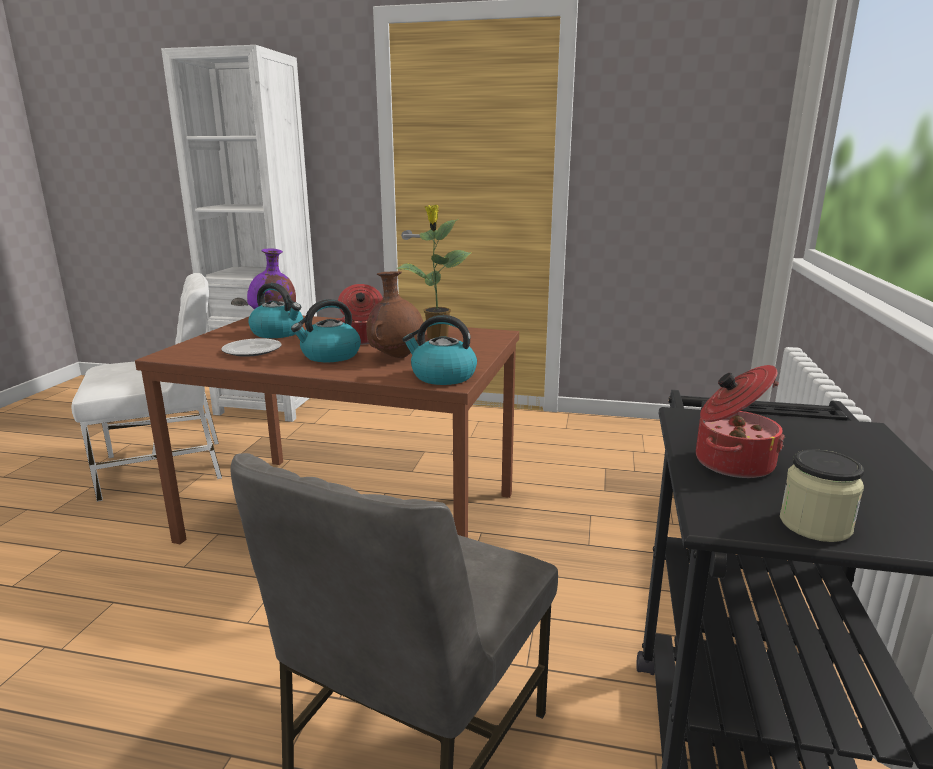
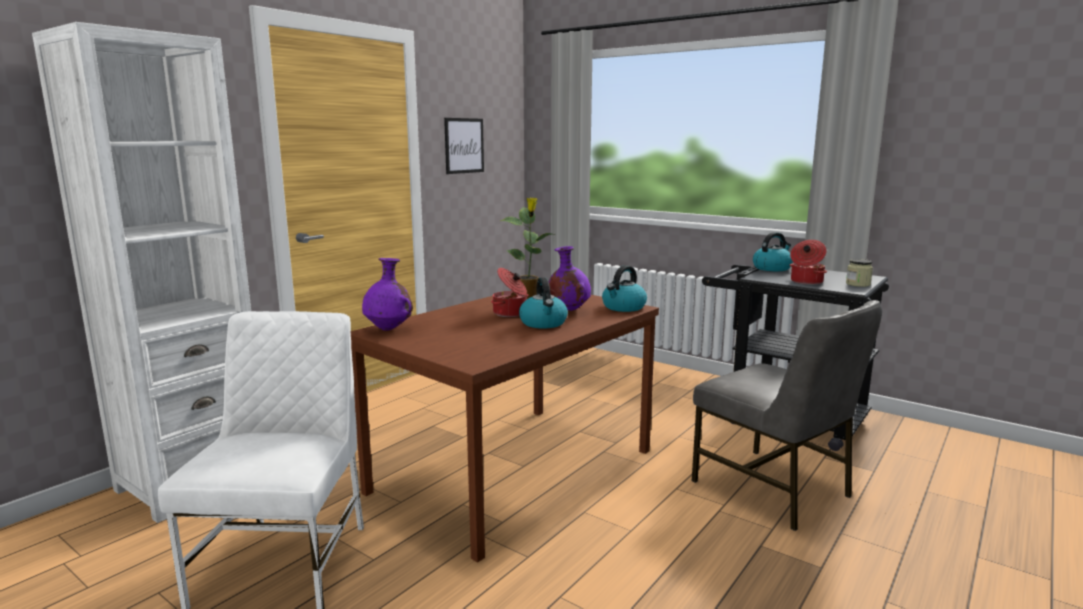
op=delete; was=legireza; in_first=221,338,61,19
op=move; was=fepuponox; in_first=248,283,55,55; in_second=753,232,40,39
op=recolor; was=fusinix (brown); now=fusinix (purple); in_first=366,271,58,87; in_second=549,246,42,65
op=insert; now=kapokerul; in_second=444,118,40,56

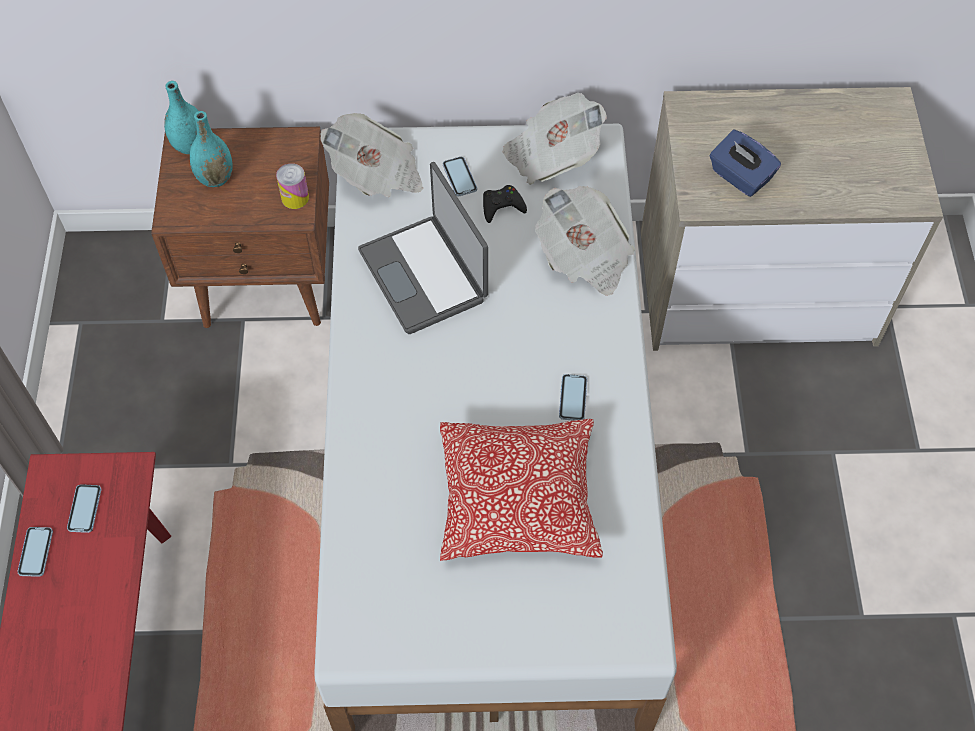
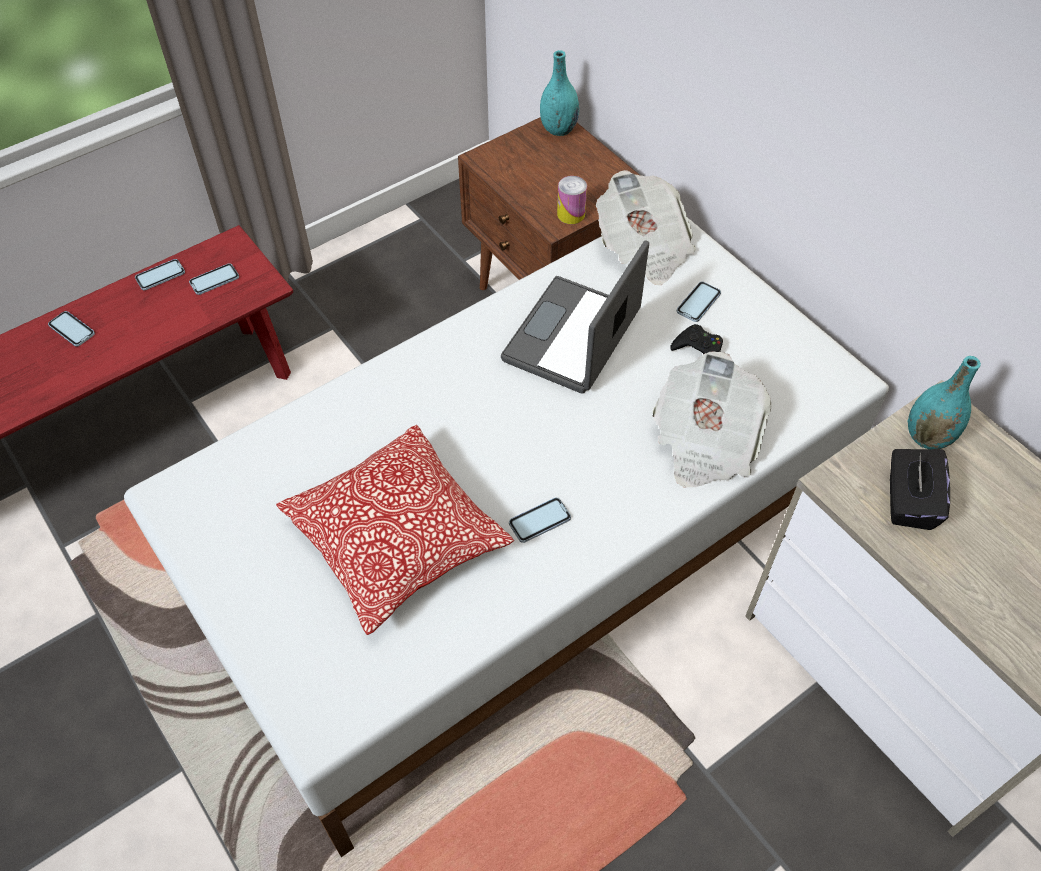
op=move; was=fusinix (turquoise); in_first=190,111,43,76; in_second=907,356,74,93
op=delete; was=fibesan; in_first=503,93,104,92
op=recolor; was=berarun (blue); now=berarun (black); in_first=710,130,71,67; in_second=890,449,60,81
op=insert; now=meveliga; in_second=48,311,47,36

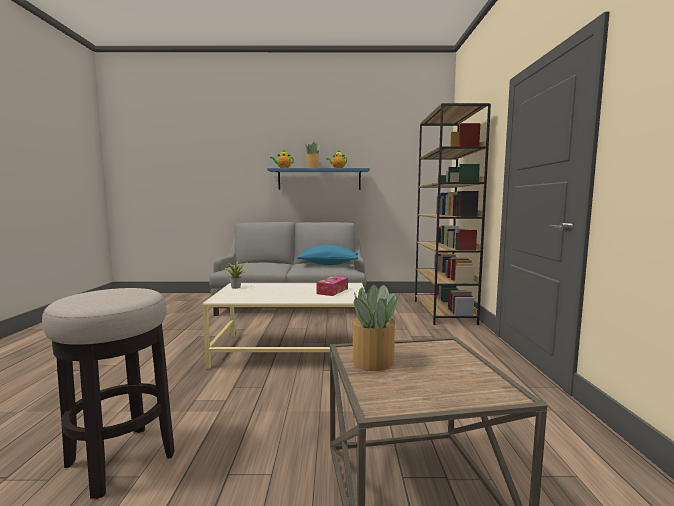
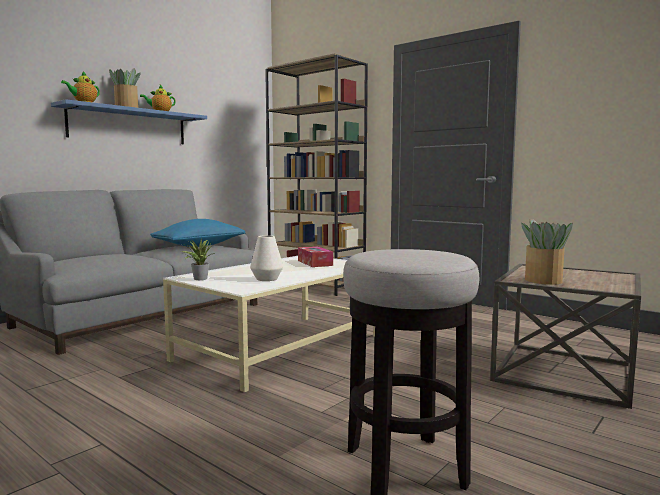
op=insert; now=fusinix (white); in_second=250,235,33,46

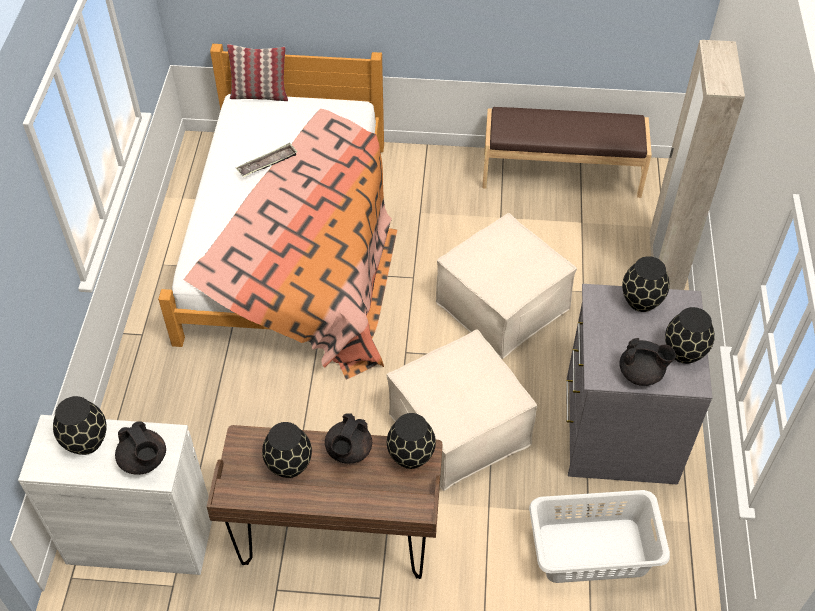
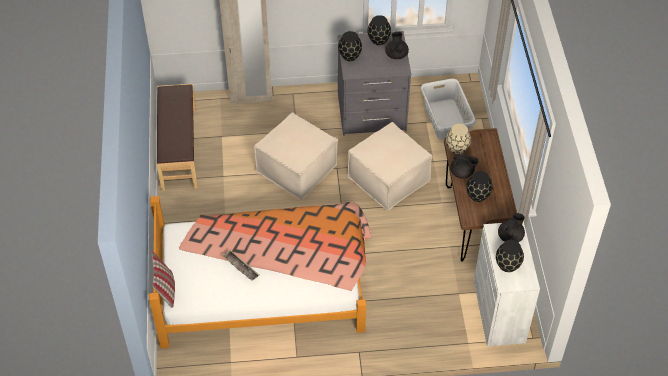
op=recolor; was=fusinix (black); now=fusinix (beige); in_first=387,413,49,56; in_second=446,124,25,30

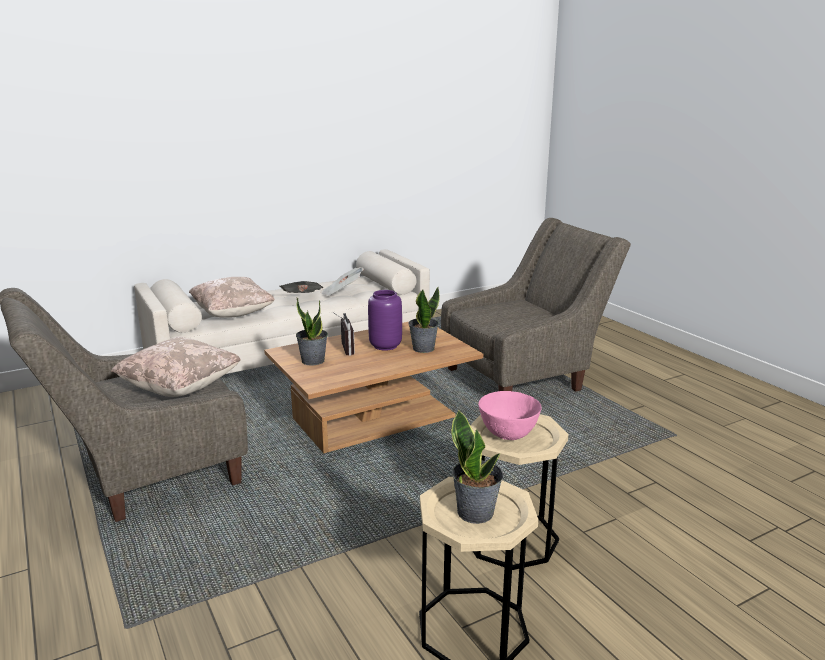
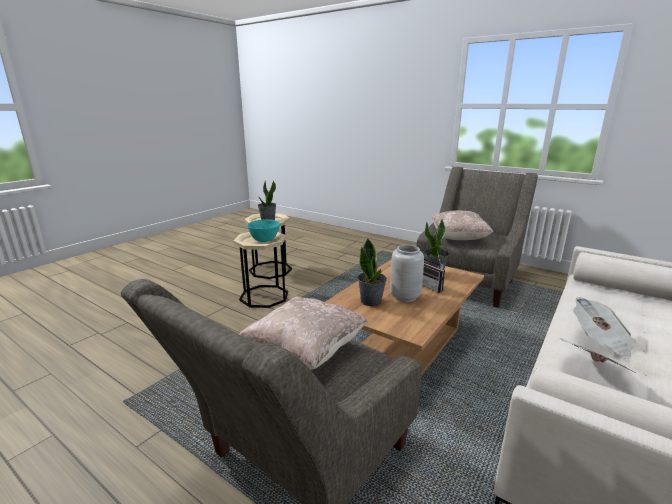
op=move; was=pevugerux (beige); in_first=189,277,86,41; in_second=239,297,130,73
op=recolor; was=fusinix (purple); now=fusinix (grey); in_first=368,290,34,61; in_second=390,245,34,57
op=recolor; was=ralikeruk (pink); now=ralikeruk (turquoise); in_first=478,391,63,49; in_second=247,219,33,23

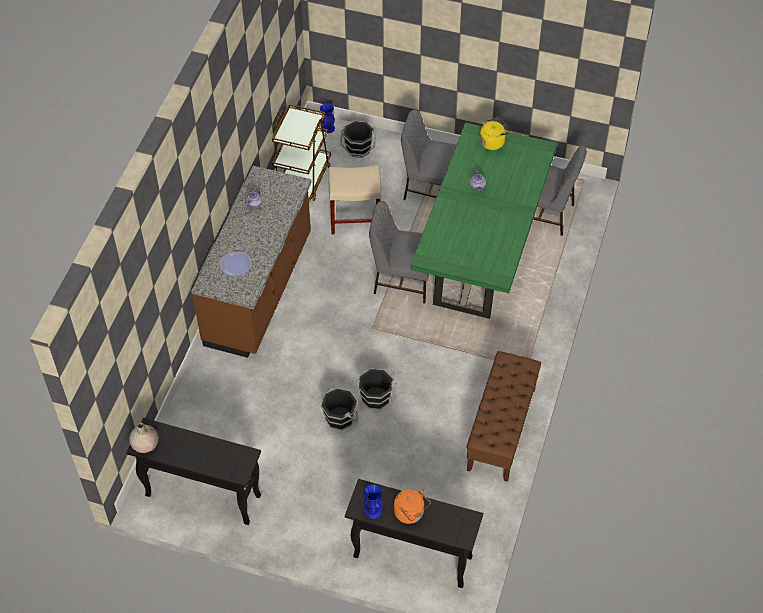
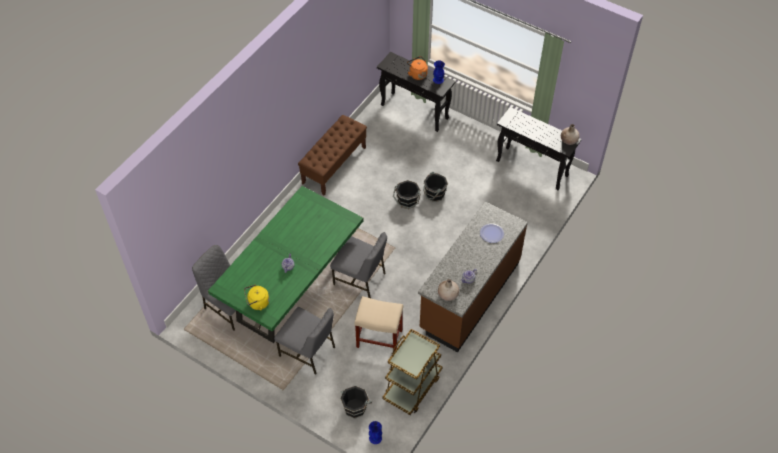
op=insert; now=fusinix (beige); in_second=438,279,21,22

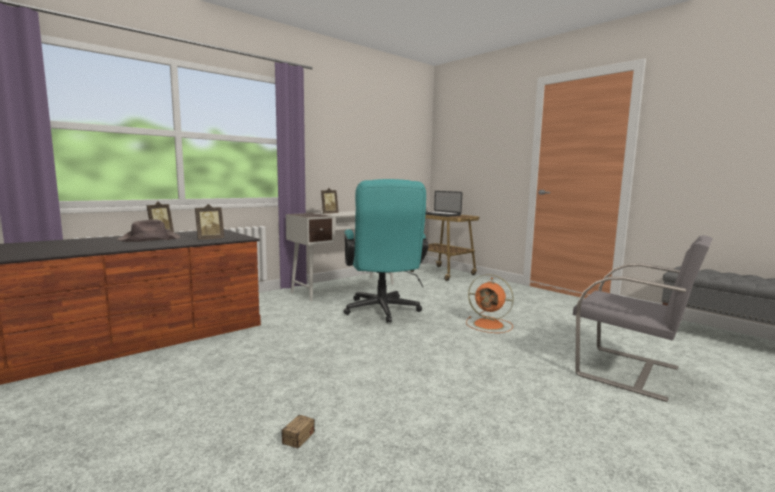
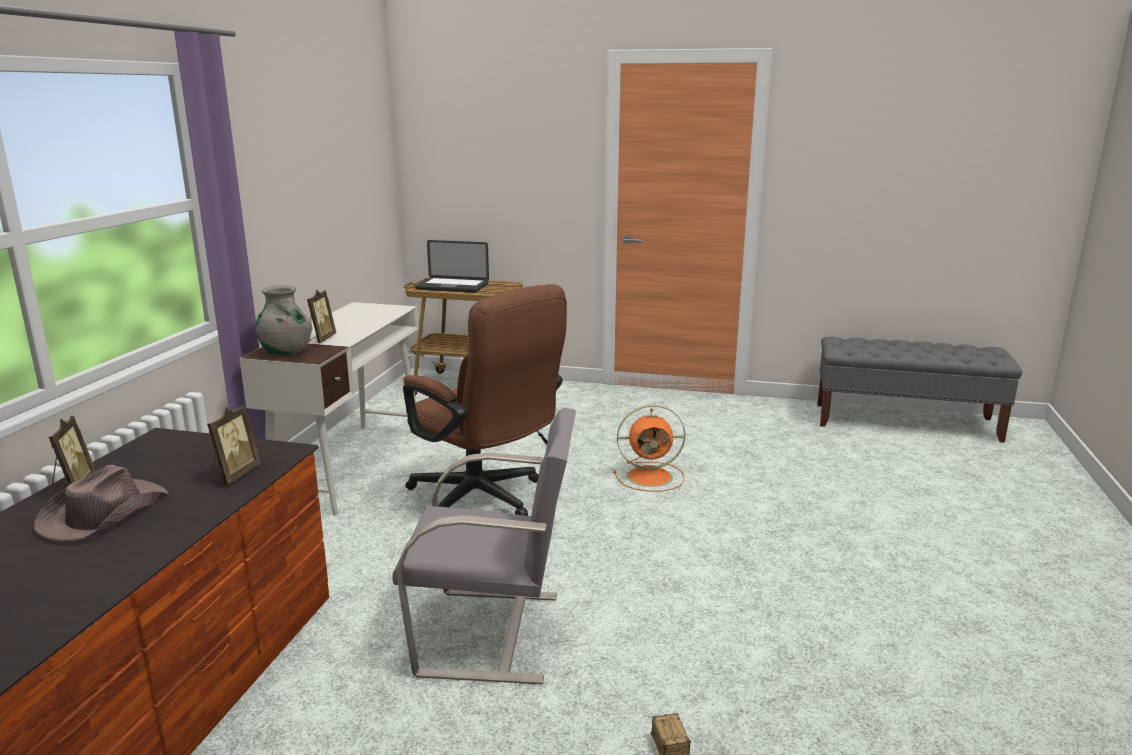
op=recolor; was=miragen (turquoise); now=miragen (brown); in_first=344,179,85,144; in_second=403,284,164,232
op=move; was=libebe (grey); in_first=573,235,140,167; in_second=393,408,183,276
op=insert; now=fusinix (grey); in_second=256,285,57,71

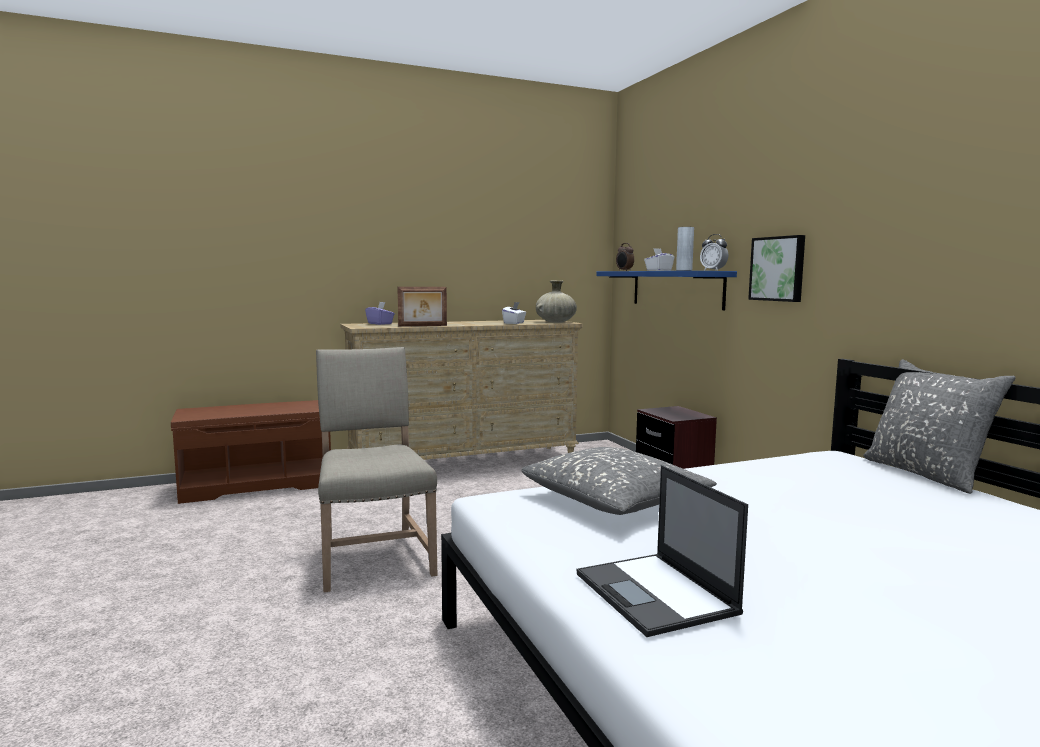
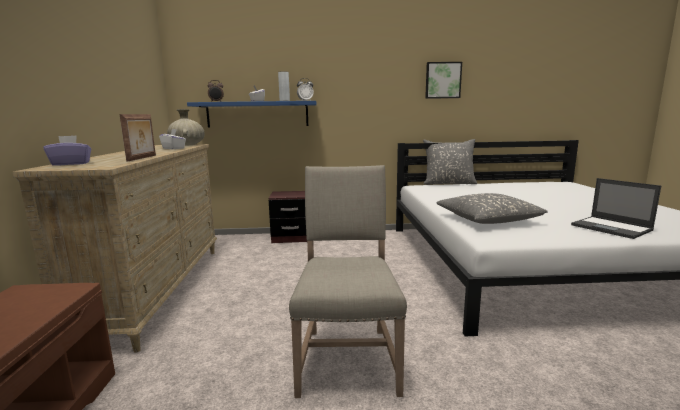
op=rotate; was=libebe (beige); in_first=316,347,121,245; in_second=289,165,118,233; clockwise=90
op=rotate; was=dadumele; in_first=577,465,171,172; in_second=571,178,90,61; clockwise=60
op=move; was=kapokerul; in_first=748,235,57,67; in_second=425,62,37,37

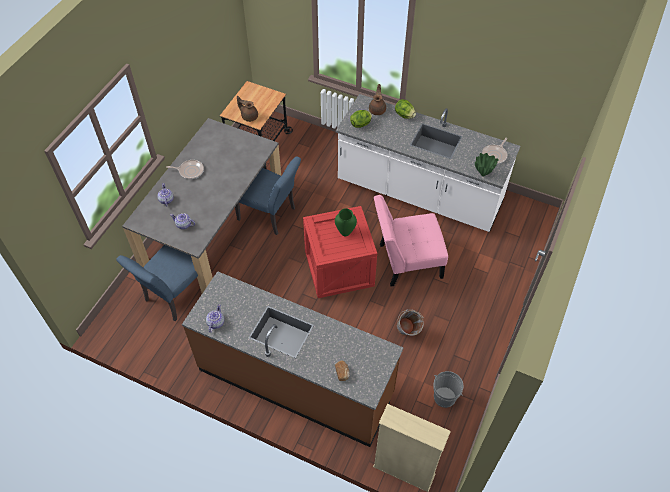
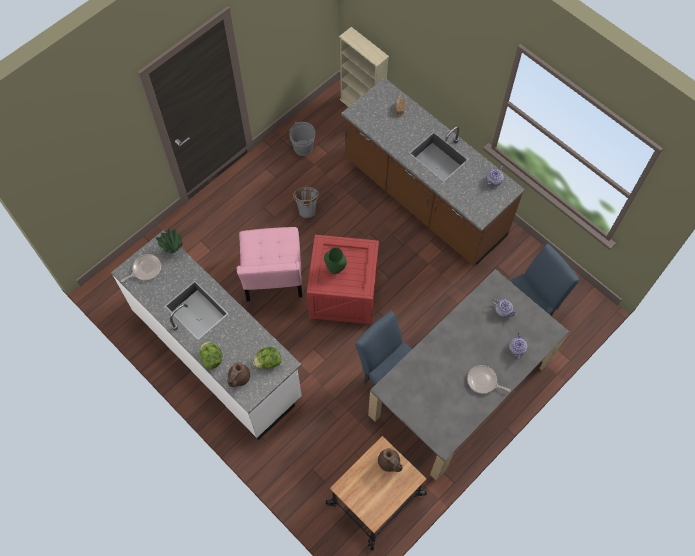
op=rotate; was=libebe (pink); in_first=374,195,74,91; in_second=237,227,65,74; clockwise=75

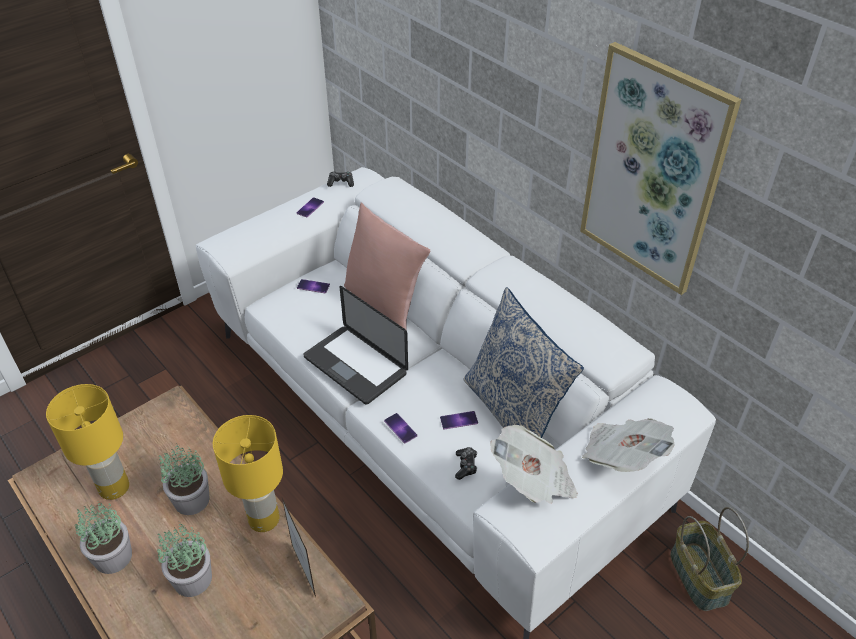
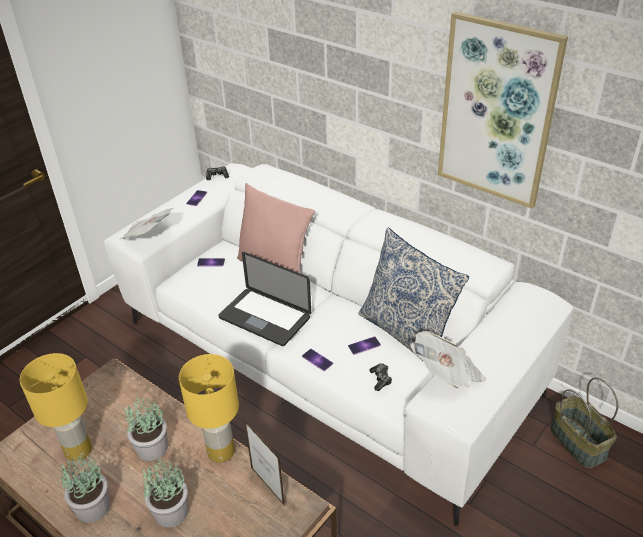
op=move; was=fibesan; in_first=582,419,92,53; in_second=119,208,54,32

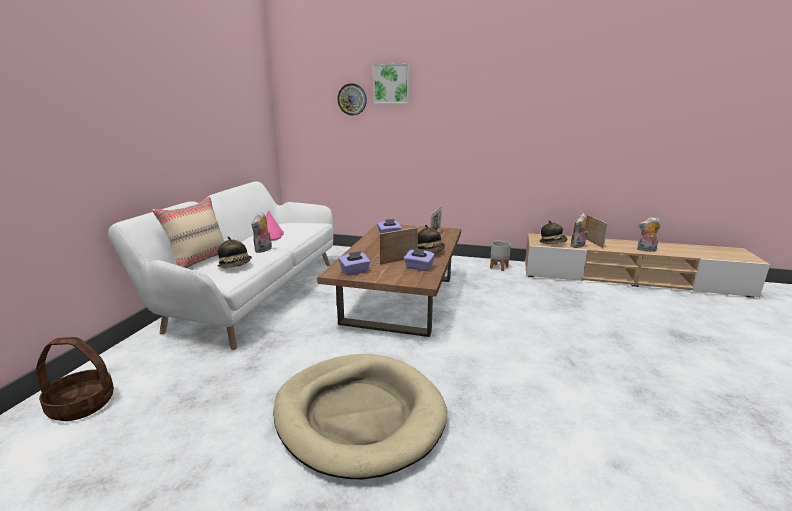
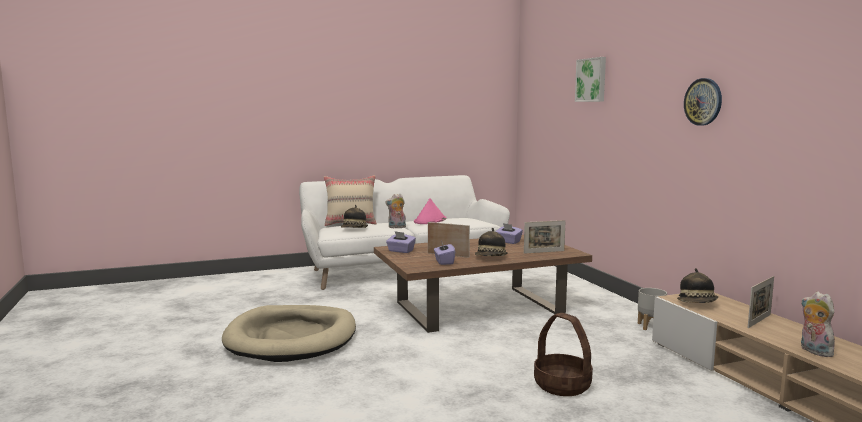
op=move; was=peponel; in_first=36,337,78,84; in_second=534,313,59,83
op=move; was=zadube; in_first=337,83,30,33; in_second=684,78,38,48
op=delete; was=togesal; in_first=570,213,19,35

